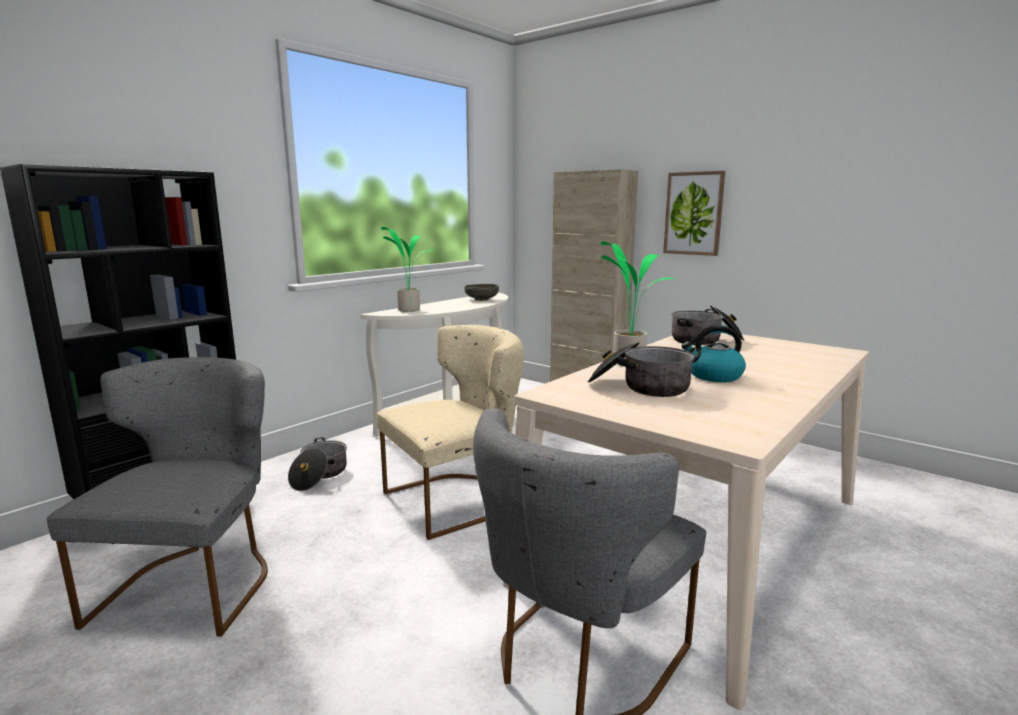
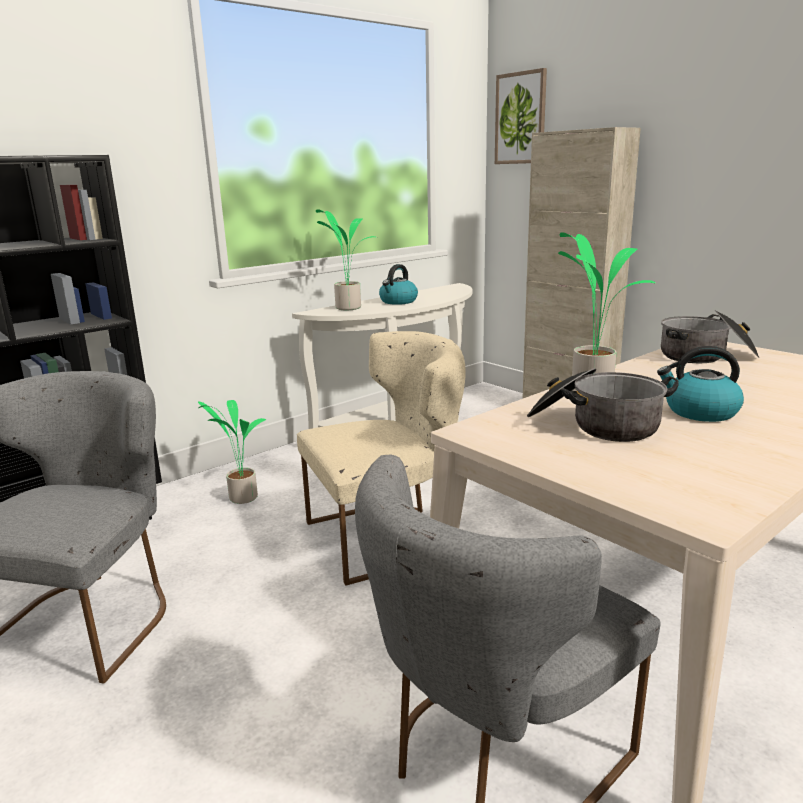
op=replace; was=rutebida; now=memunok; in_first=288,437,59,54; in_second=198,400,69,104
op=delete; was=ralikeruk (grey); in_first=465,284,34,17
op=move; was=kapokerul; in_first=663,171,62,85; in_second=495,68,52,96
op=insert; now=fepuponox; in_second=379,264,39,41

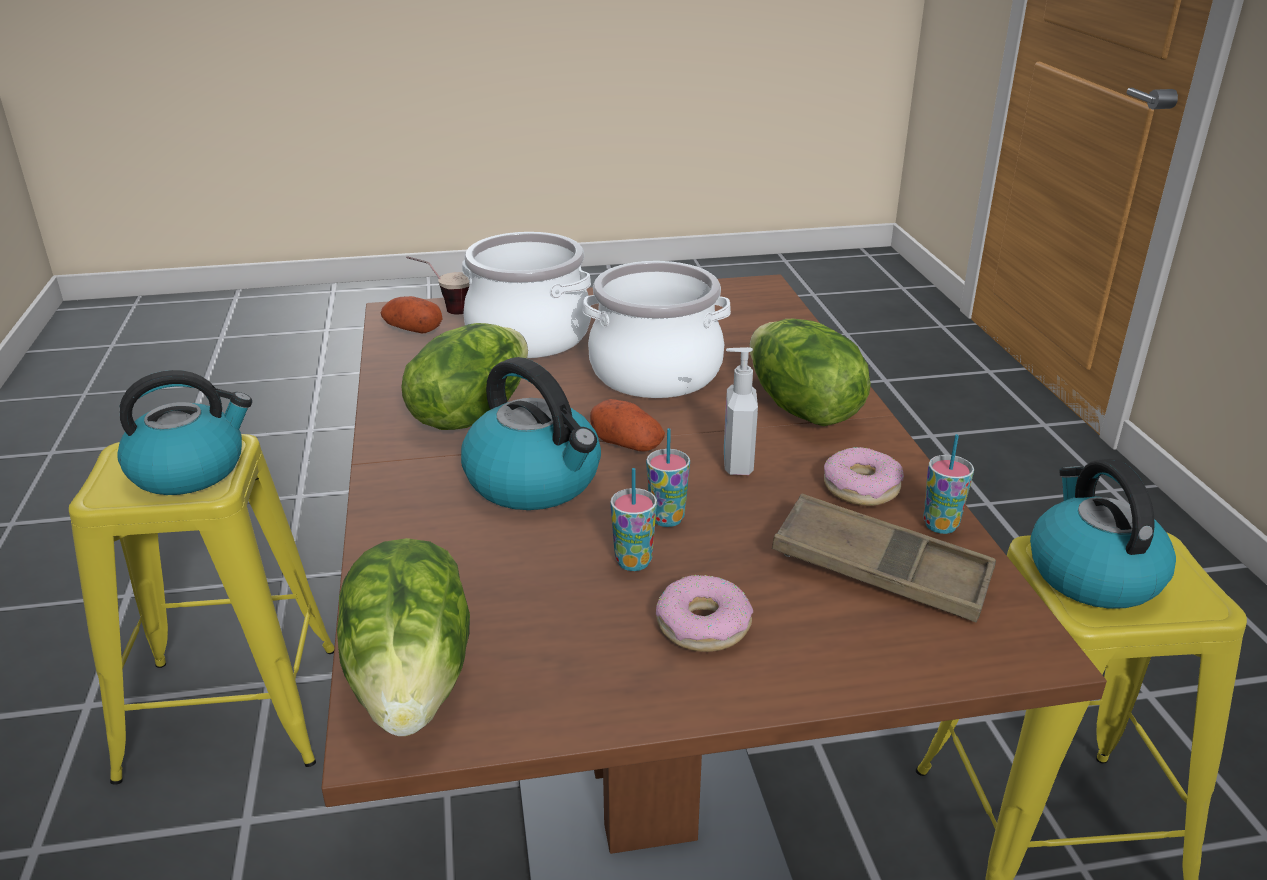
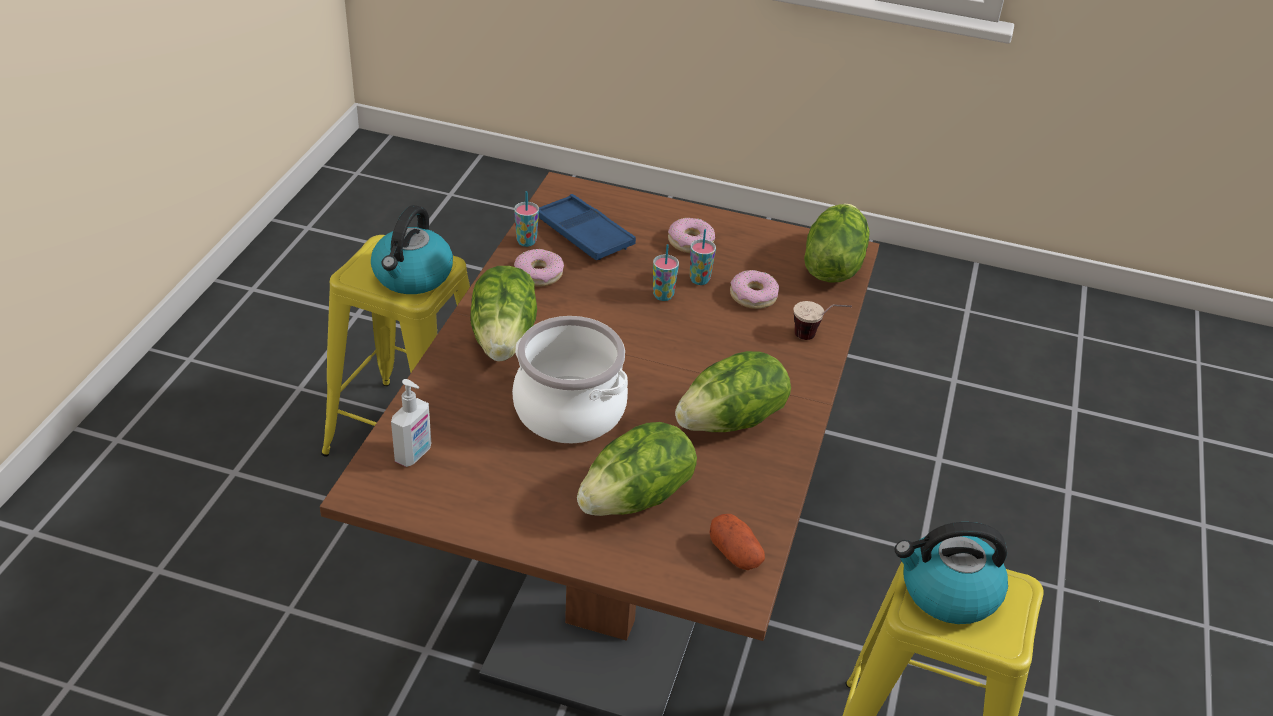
op=move; was=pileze; in_first=406,256,64,58; in_second=794,301,58,39
op=delete; was=fepuponox; in_first=461,357,140,153
op=replace; was=rutebida; now=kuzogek; in_first=462,232,129,126; in_second=577,422,120,94
op=delete; was=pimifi; in_first=590,399,75,53
op=move; was=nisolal; in_first=724,347,34,128; in_second=391,379,40,88
op=recolor; was=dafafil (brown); now=dafafil (blue); in_first=772,494,224,129; in_second=539,194,97,66
op=insert; now=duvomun; in_second=730,270,49,39

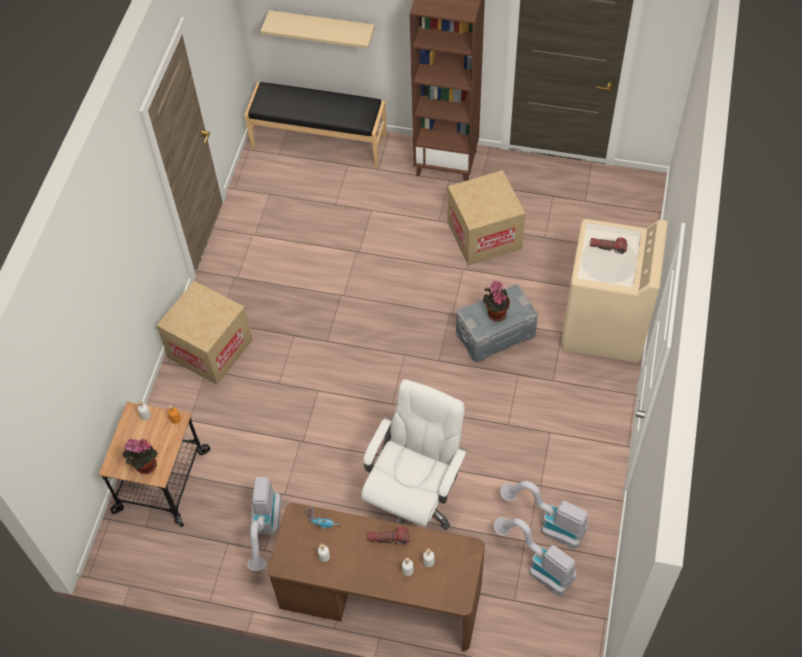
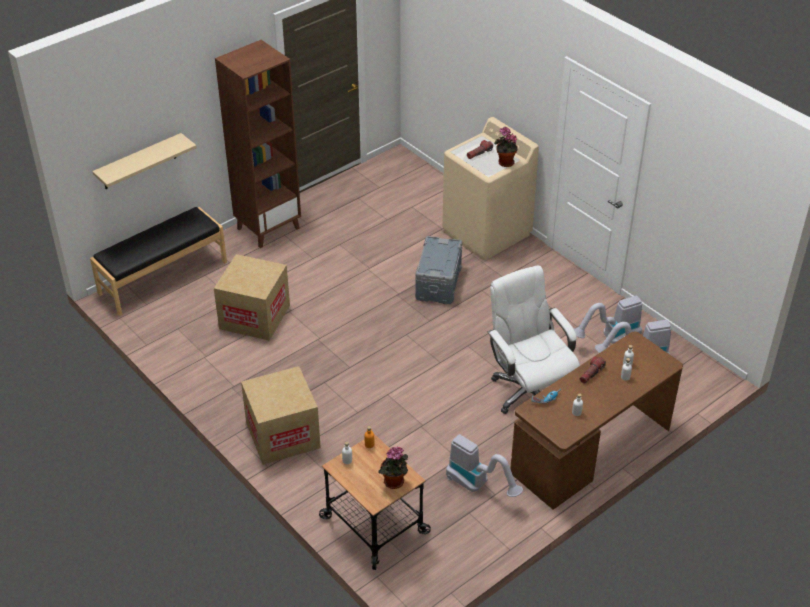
op=move; was=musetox; in_first=448,170,77,96; in_second=214,254,76,87
op=move; was=memunok; in_first=483,281,27,41; in_second=494,127,24,40

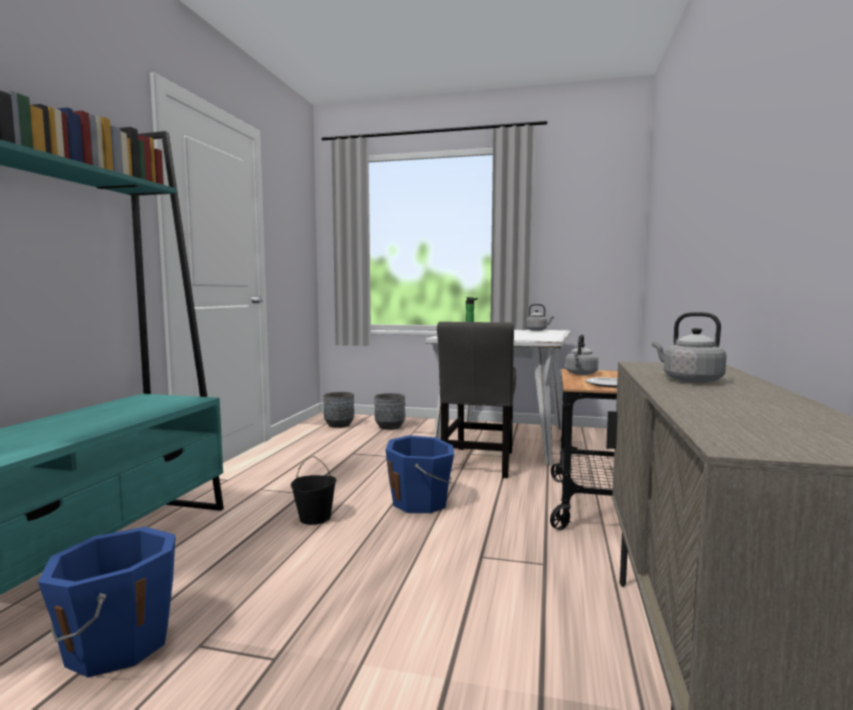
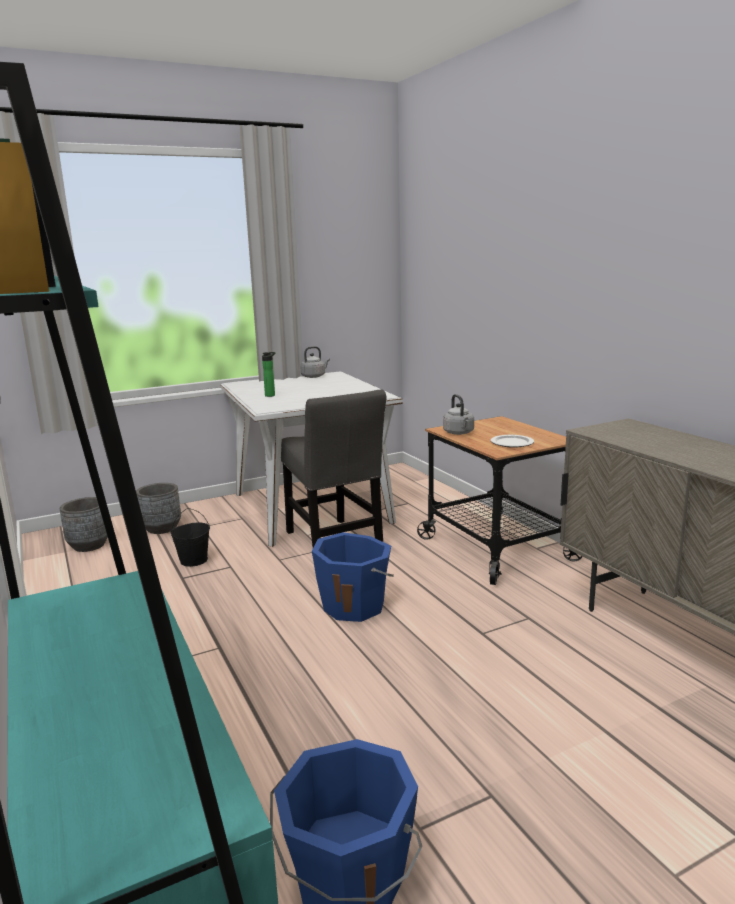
op=move; was=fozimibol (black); in_first=291,456,45,69; in_second=171,508,39,59
op=delete; was=fepuponox (grey); in_first=652,312,75,71

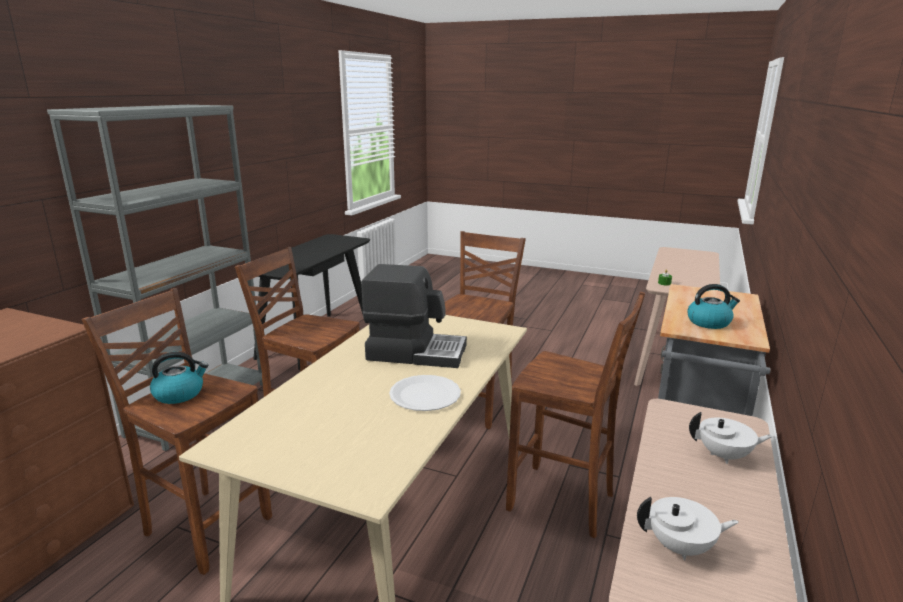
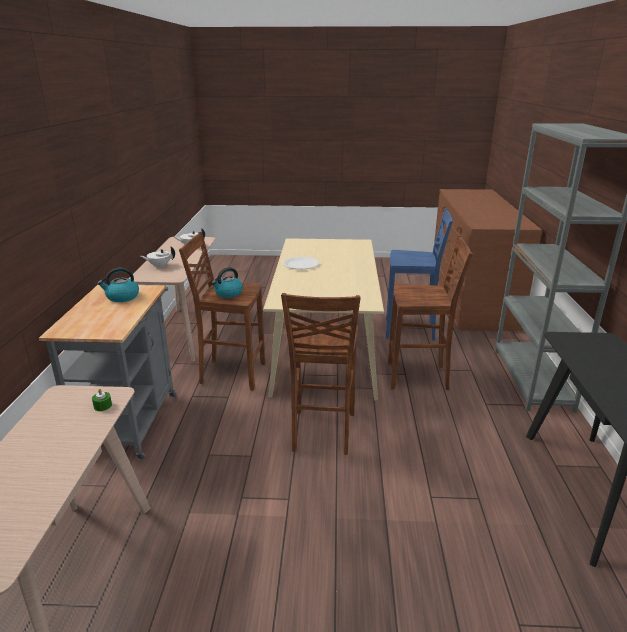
op=recolor; was=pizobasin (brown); now=pizobasin (blue); in_first=82,288,190,287; in_second=386,209,67,131
op=move; was=fepuponox; in_first=150,352,58,52; in_second=212,267,31,31
op=delete; was=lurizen; in_first=361,264,106,104

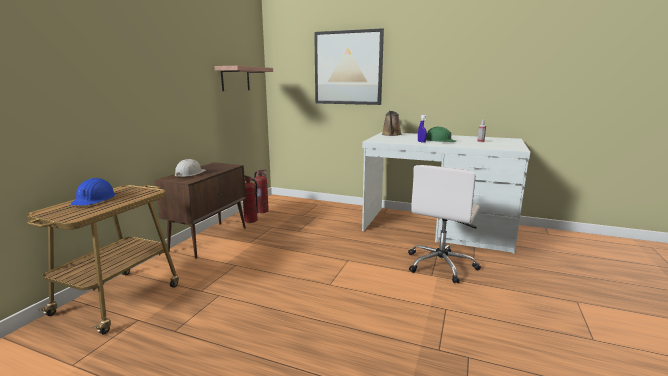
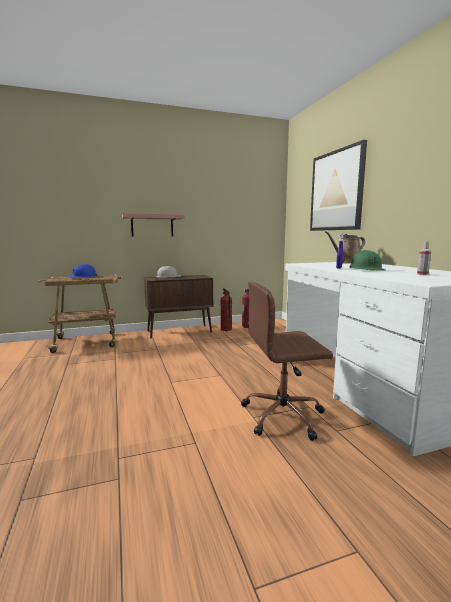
op=move; was=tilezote; in_first=214,66,59,25; in_second=122,213,63,24
op=recolor; was=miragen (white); now=miragen (brown); in_first=408,165,73,118; in_second=241,282,92,159

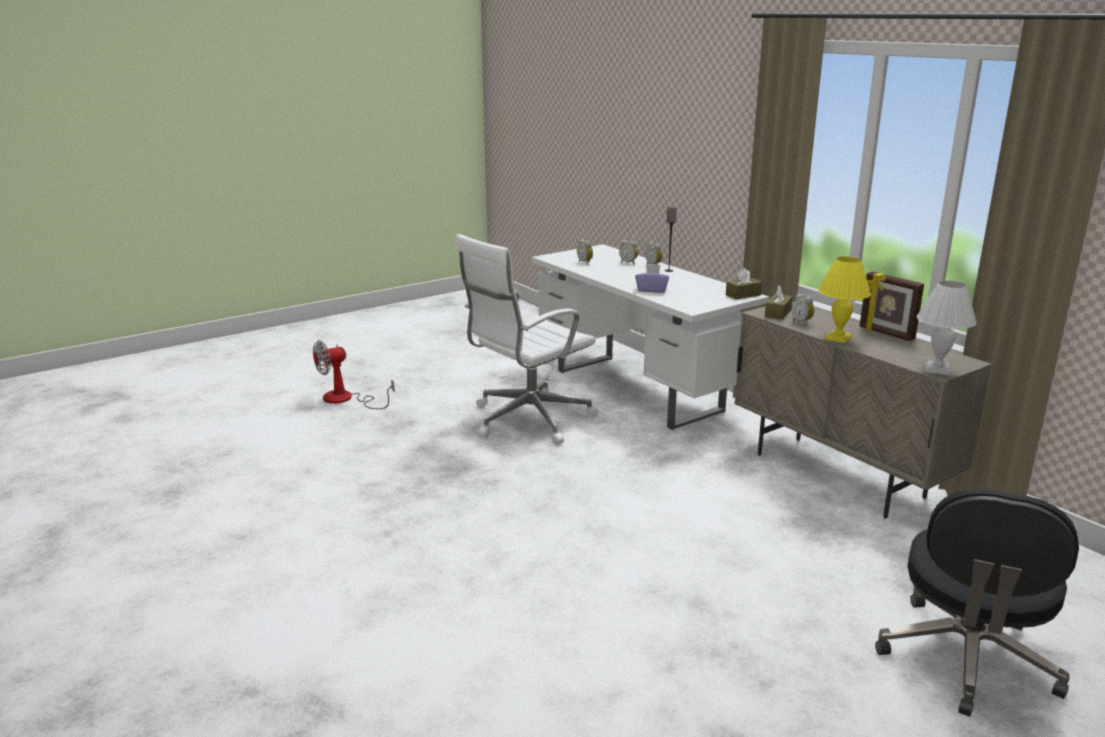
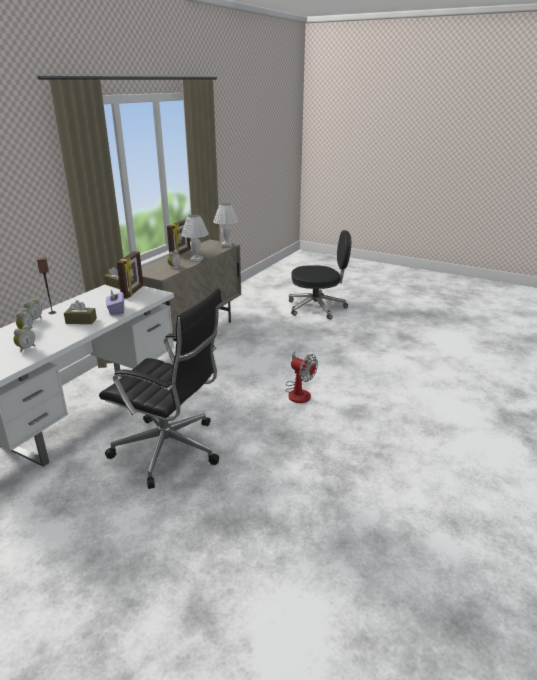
op=move; was=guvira; in_first=313,340,82,69; in_second=285,352,33,51
op=recolor; was=miragen (white); now=miragen (black); in_first=455,234,144,211; in_second=99,288,123,201
op=move; was=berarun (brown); in_first=765,285,28,35; in_second=64,300,33,24
op=recolor; was=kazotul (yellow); now=kazotul (white); in_first=818,257,53,86; in_second=181,215,28,47
op=insert; now=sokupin; in_second=117,251,26,48

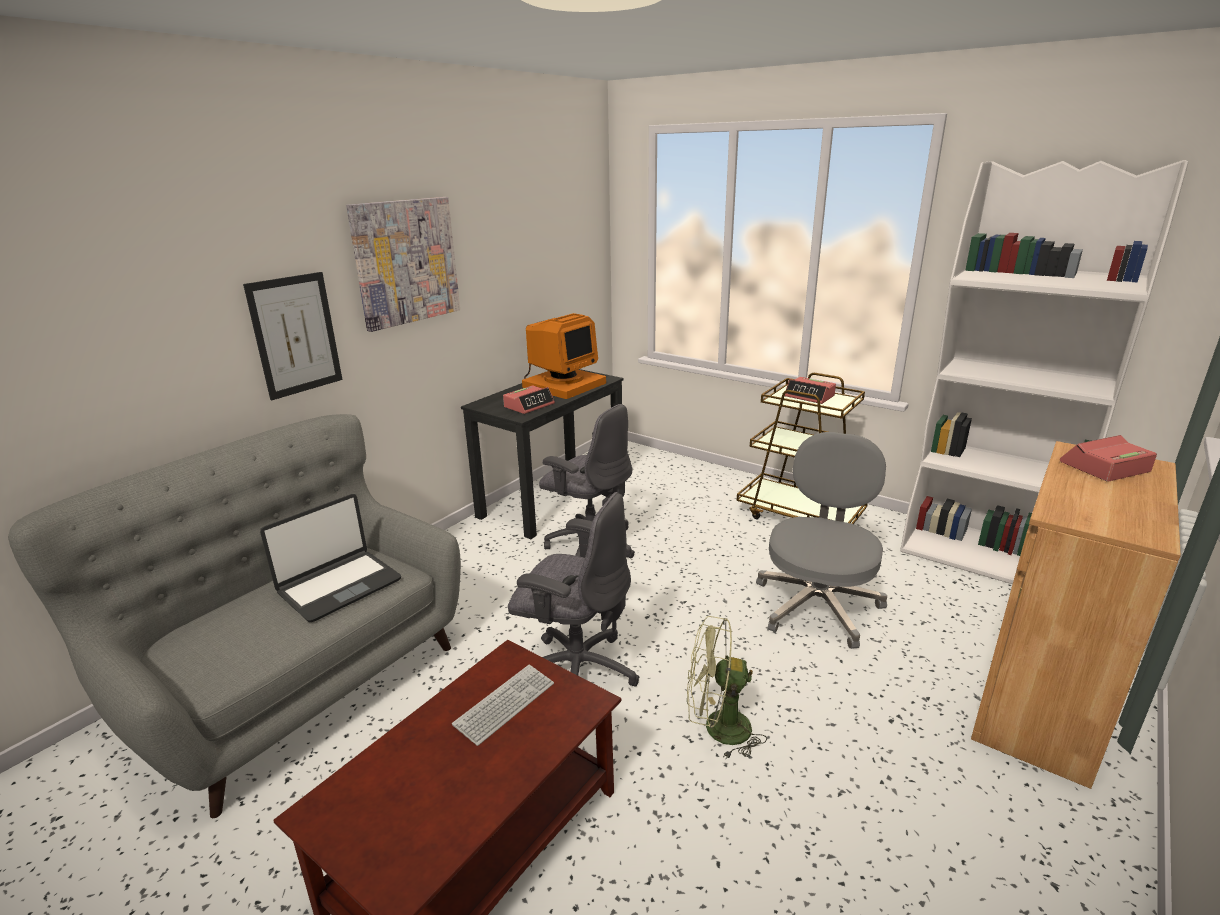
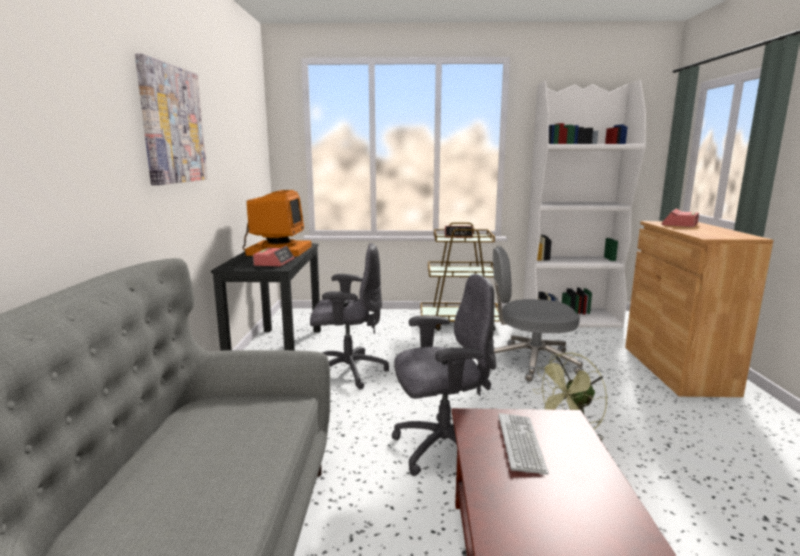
op=delete; was=kapokerul; in_first=243,272,99,129
op=delete; was=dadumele; in_first=260,494,141,128
op=rotate; was=miragen (grey); in_first=756,432,131,217; in_second=493,246,90,136; clockwise=-75

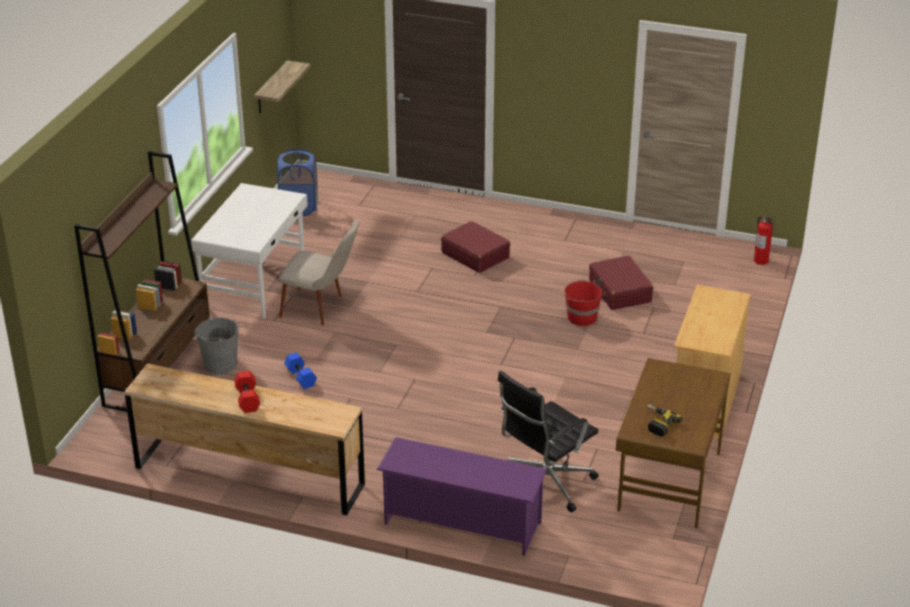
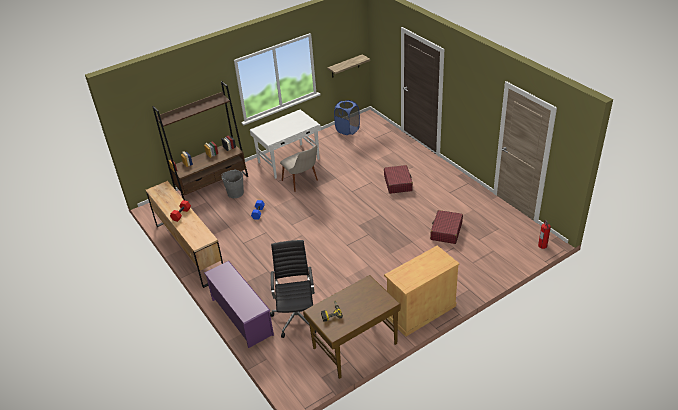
op=rotate; was=miragen (black); in_first=498,371,101,141; in_second=270,240,47,98; clockwise=90
op=delete; was=fozimibol (red); in_first=563,280,39,46

